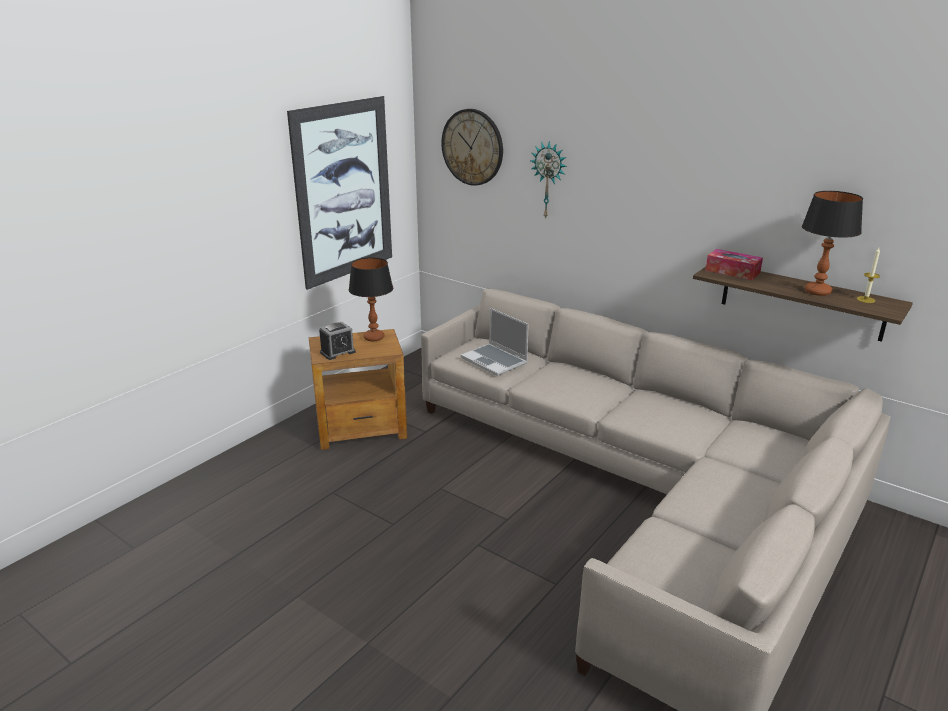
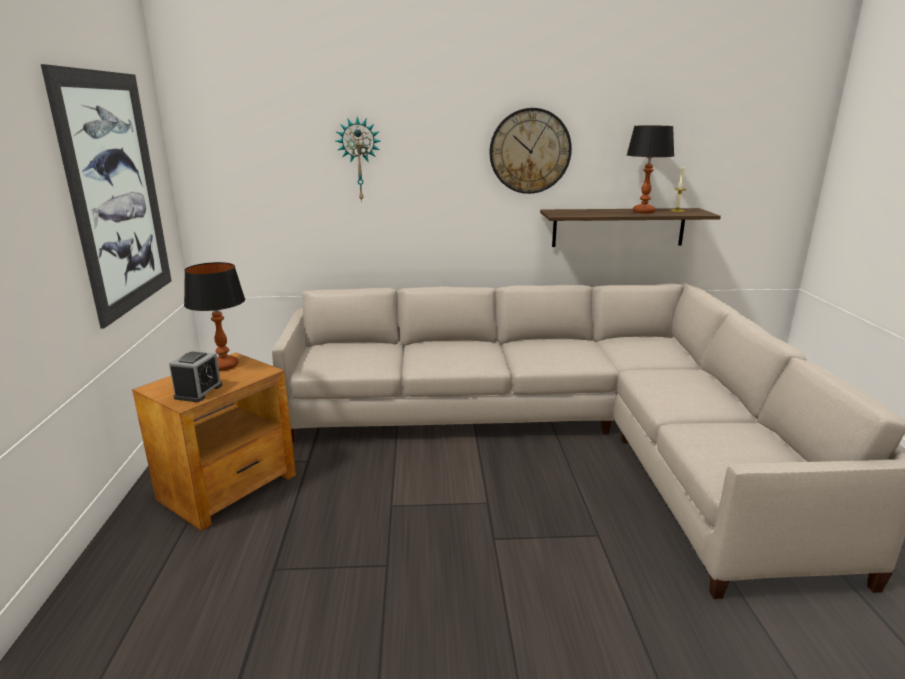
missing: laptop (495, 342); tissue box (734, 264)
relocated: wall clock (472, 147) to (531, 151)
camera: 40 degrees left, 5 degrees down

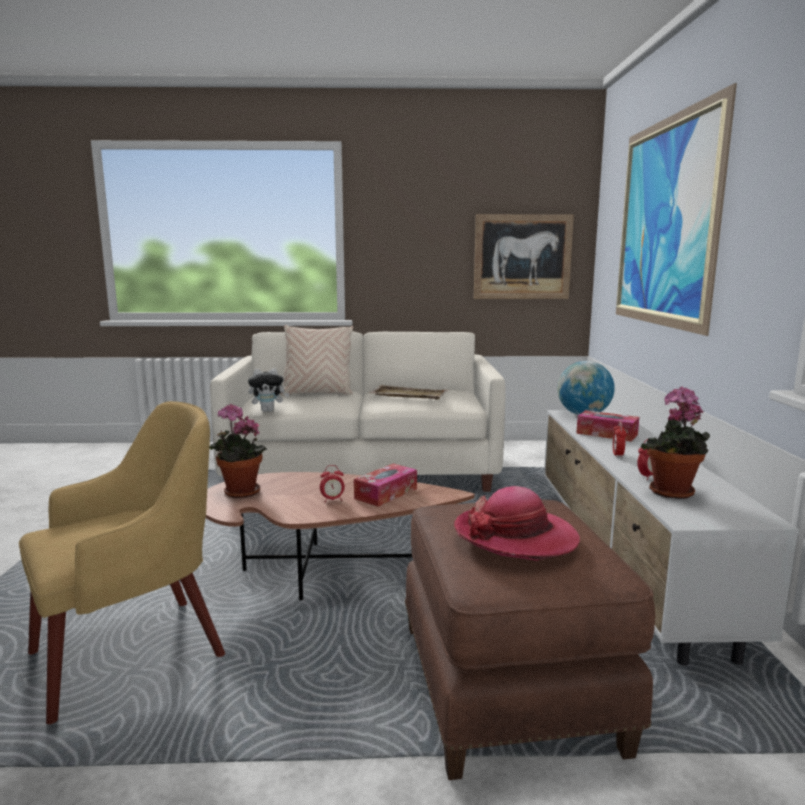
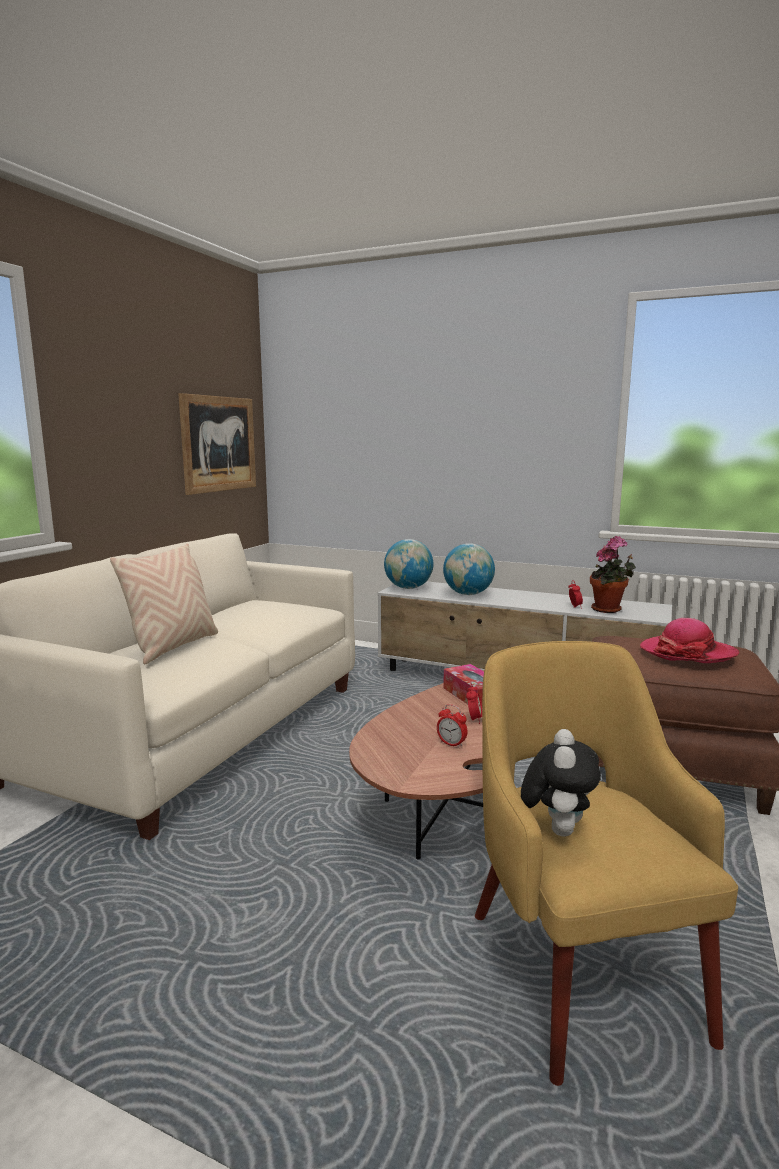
missing: potted plant (238, 451); tray in beige (409, 392); picture (676, 209)
relocated: alarm clock (620, 439) to (452, 726); plush toy (268, 390) to (561, 783)
exchanged: tissue box (607, 426) to globe (469, 569)
camera: 65 degrees left, 0 degrees up

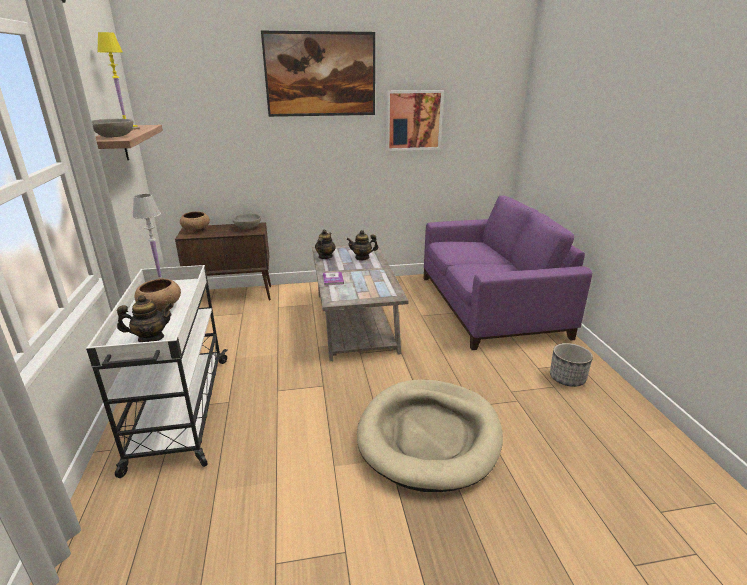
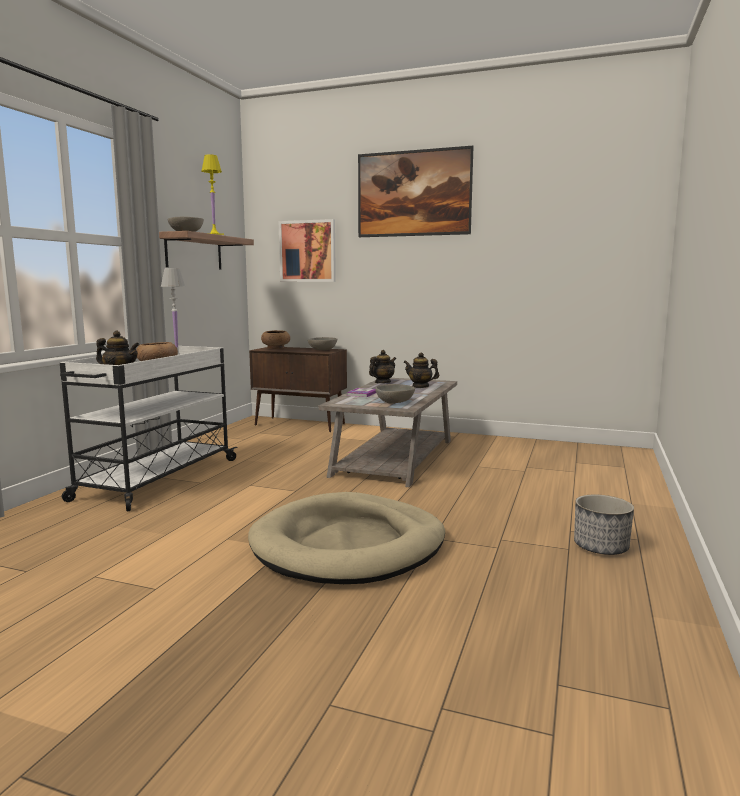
missing: sofa in purple (508, 272)
appeared: bowl in grey (395, 394)
relocated: picture (415, 120) to (307, 250)
camera: 30 degrees right, 15 degrees down

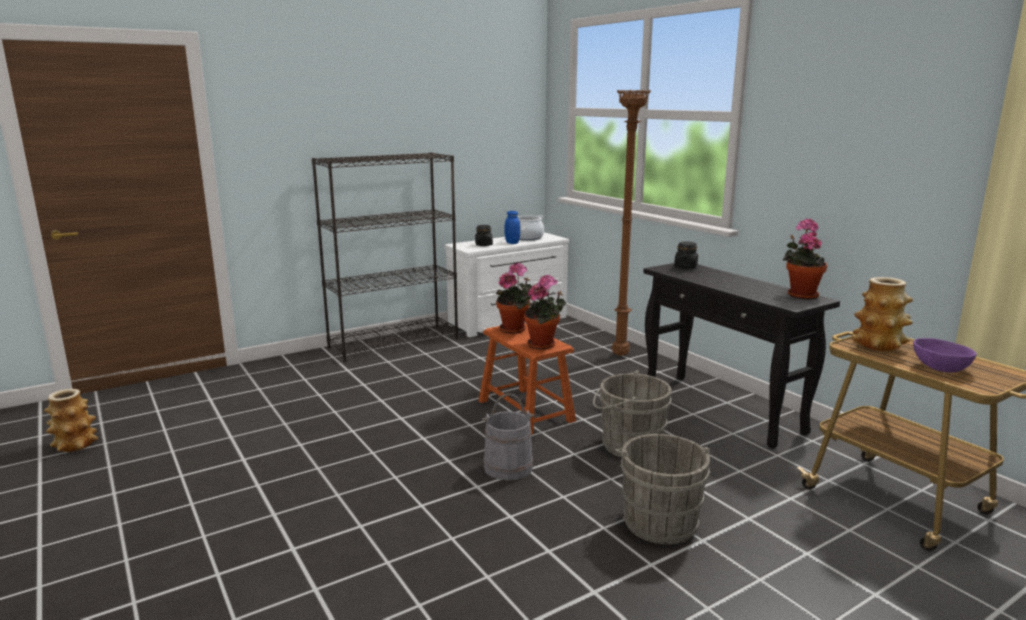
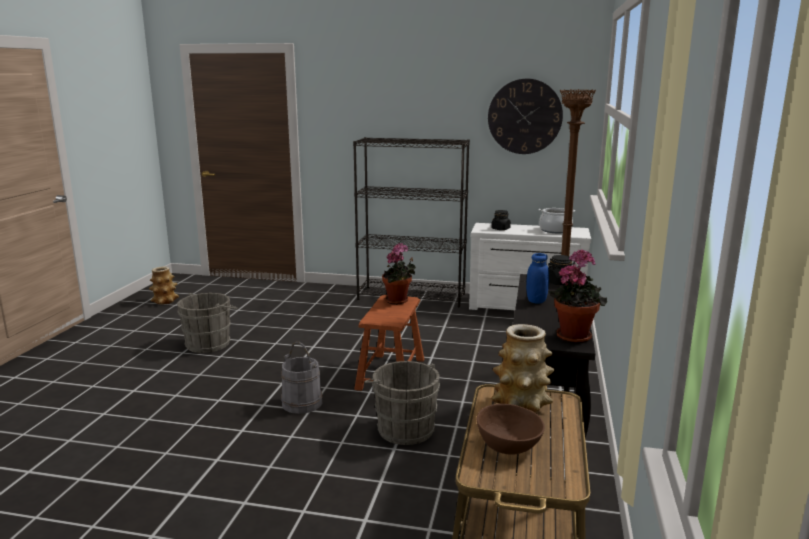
missing: potted plant (545, 312)
appeared: wall clock (525, 116)
relocated: bucket in grey (663, 489) to (207, 323); jar in blue (512, 227) to (537, 278)
colour: bowl in purple (945, 355) to bowl in brown (510, 429)
camera: 45 degrees right, 0 degrees up

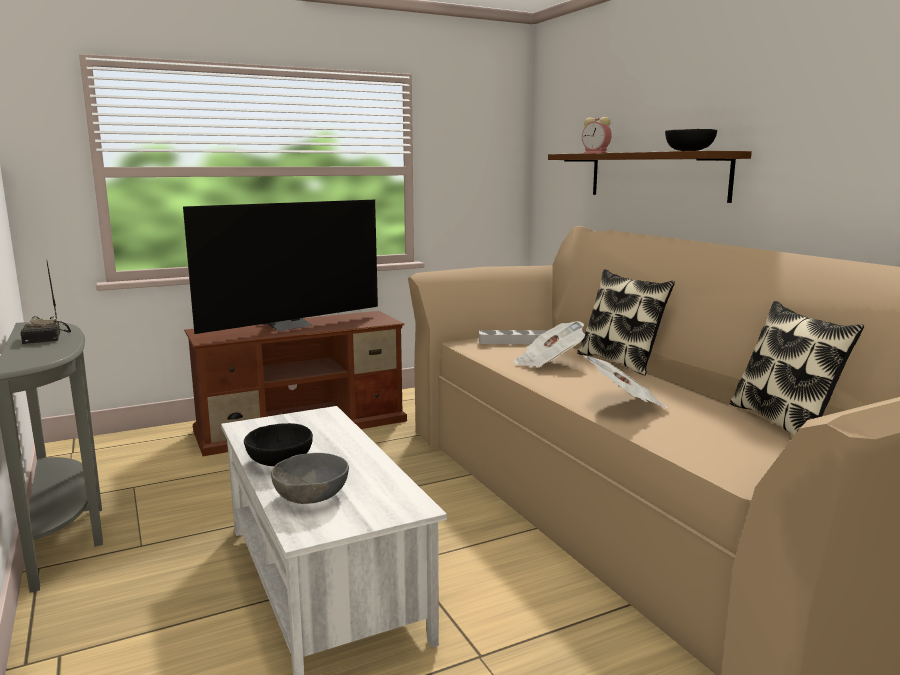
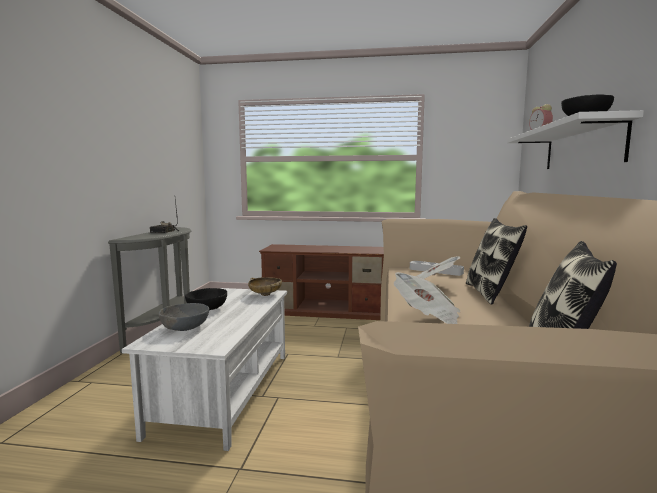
missing: television (280, 266)
appeared: bowl in beige (265, 286)
colour: shelf in brown (650, 177) to shelf in white (575, 139)
camera: 35 degrees right, 5 degrees down

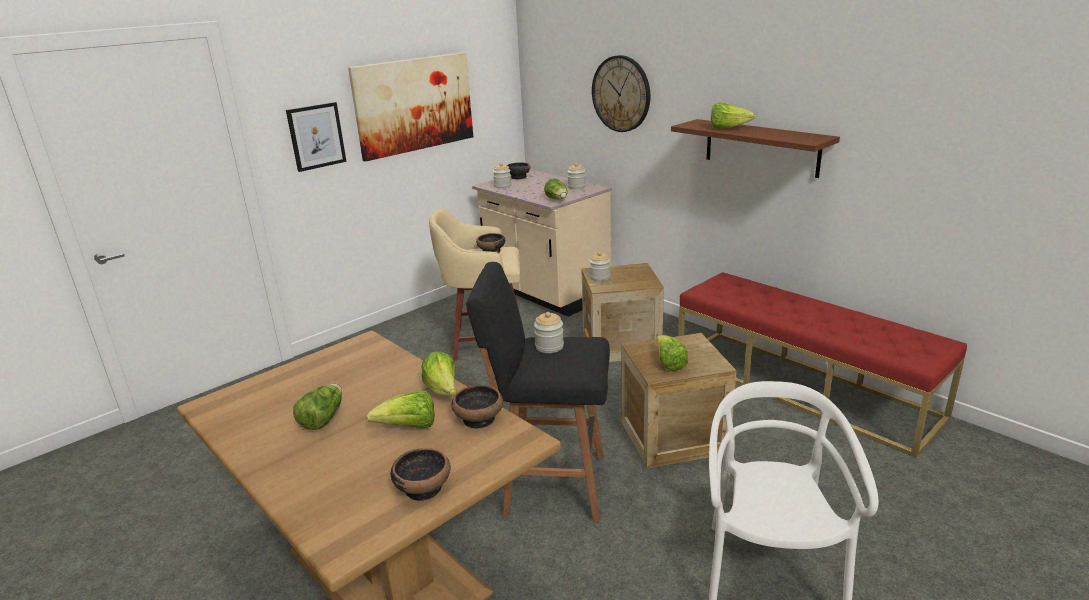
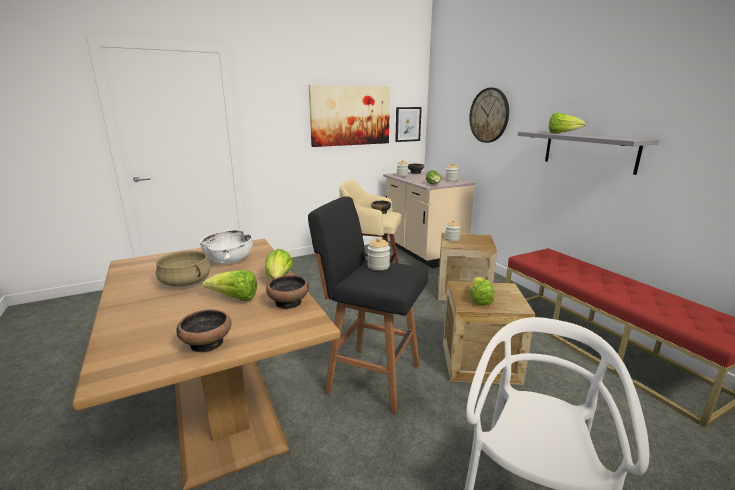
appeared: bowl in white (226, 247)
relocated: picture (316, 137) to (408, 124)
exchanged: lettuce (317, 407) to cooking pot in beige (183, 269)
colour: shelf in brown (755, 148) to shelf in grey (588, 153)
camera: 15 degrees right, 5 degrees down

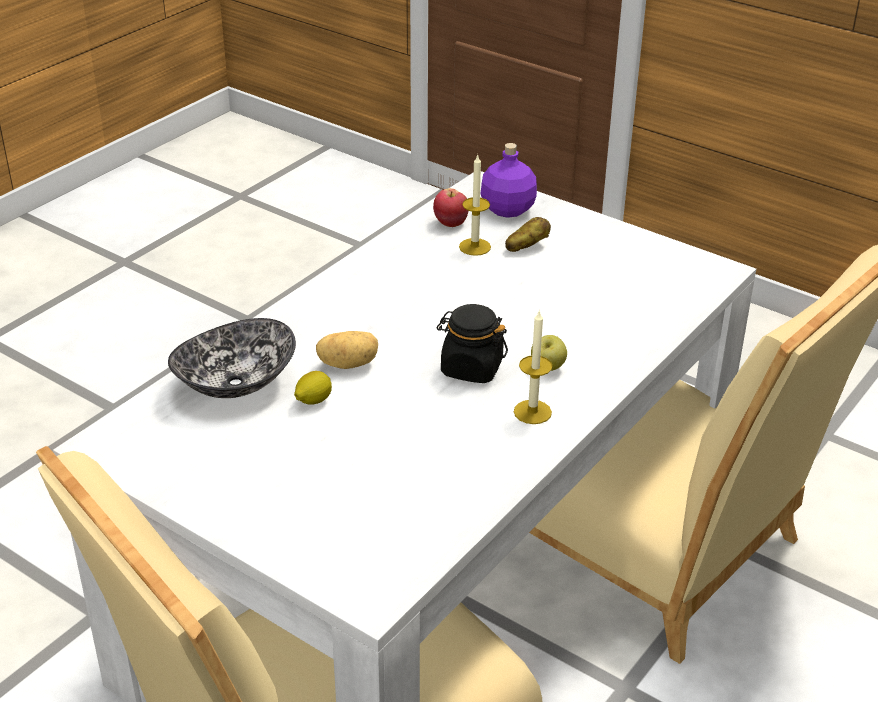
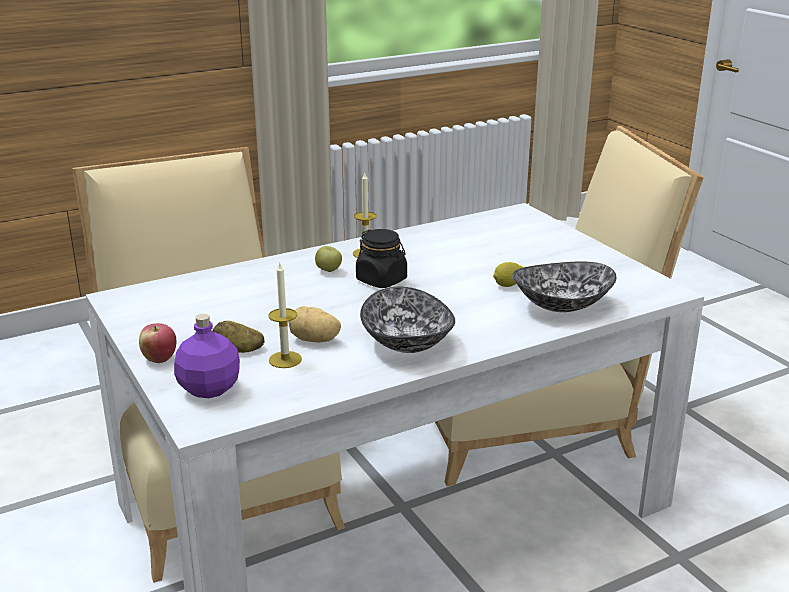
appeared: bowl (407, 320)
relocated: apple (451, 207) to (157, 343); potato (347, 350) to (314, 324)
camera: 155 degrees left, 10 degrees down

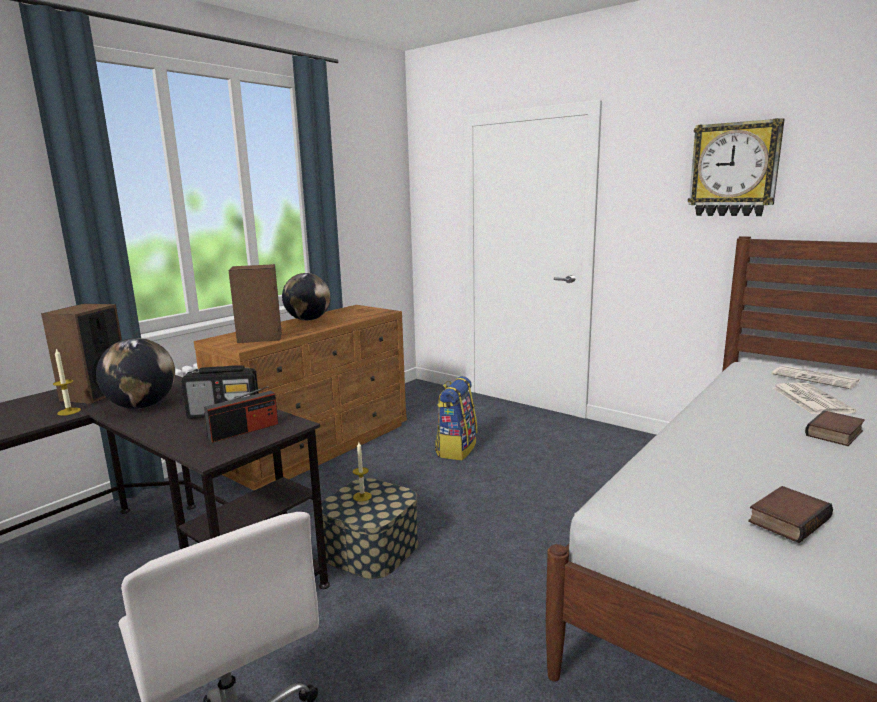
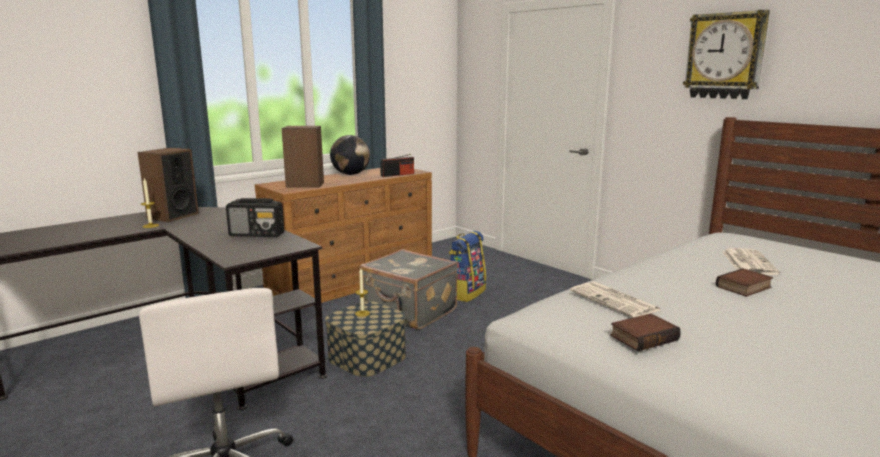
missing: globe (135, 373)
appeared: suitcase in grey (409, 289)
relocated: radio (241, 414) to (397, 165); newspaper (816, 377) to (615, 300)
camera: 10 degrees right, 0 degrees up

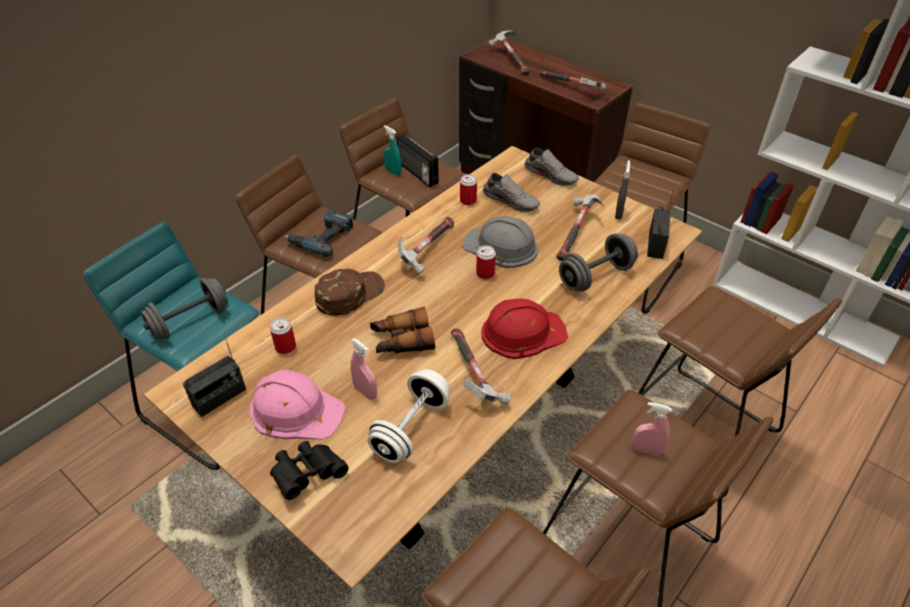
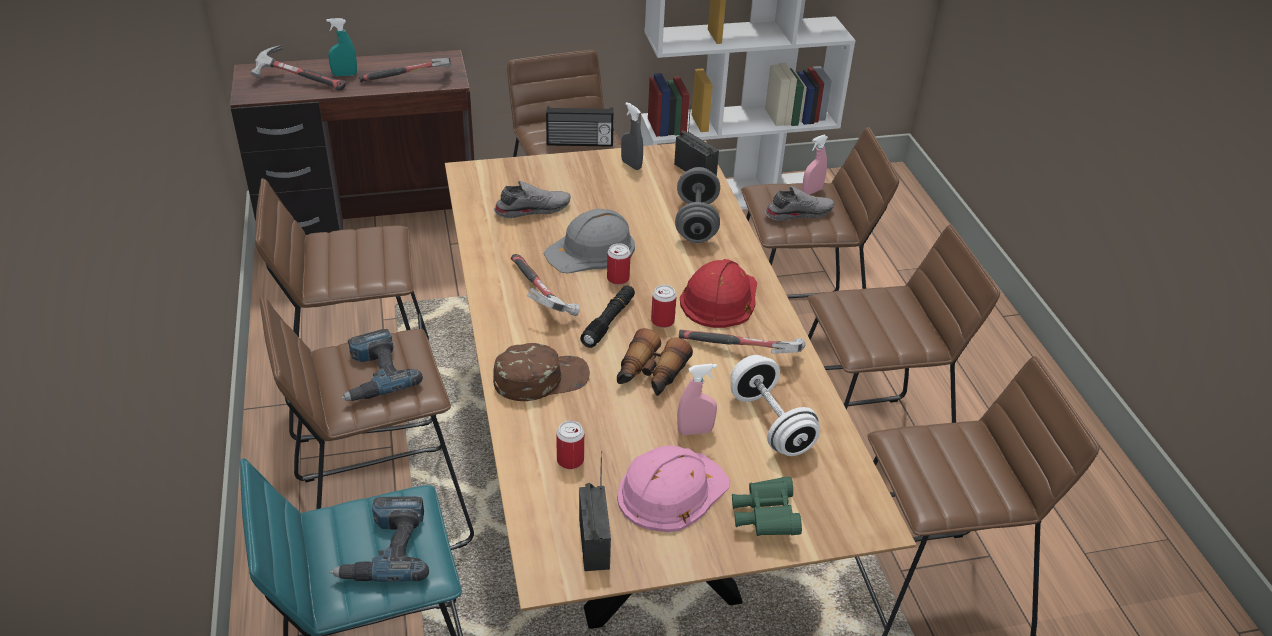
missing: hammer (580, 227)
appeared: flashlight in black (607, 317)
relocated: spray bottle in turquoise (392, 150) to (341, 47); radio (418, 160) to (580, 126); can (468, 189) to (664, 306); shoe in grey (551, 167) to (800, 203); spray bottle in pink (652, 429) to (815, 165)
exchanged: dumbbell in grey (184, 308) to power drill (379, 539)
colour: binoculars in black (309, 470) to binoculars in green (767, 506)
spun: cap in brown (350, 292) = (541, 372) 75 degrees clockwise
camera: 55 degrees left, 5 degrees down

